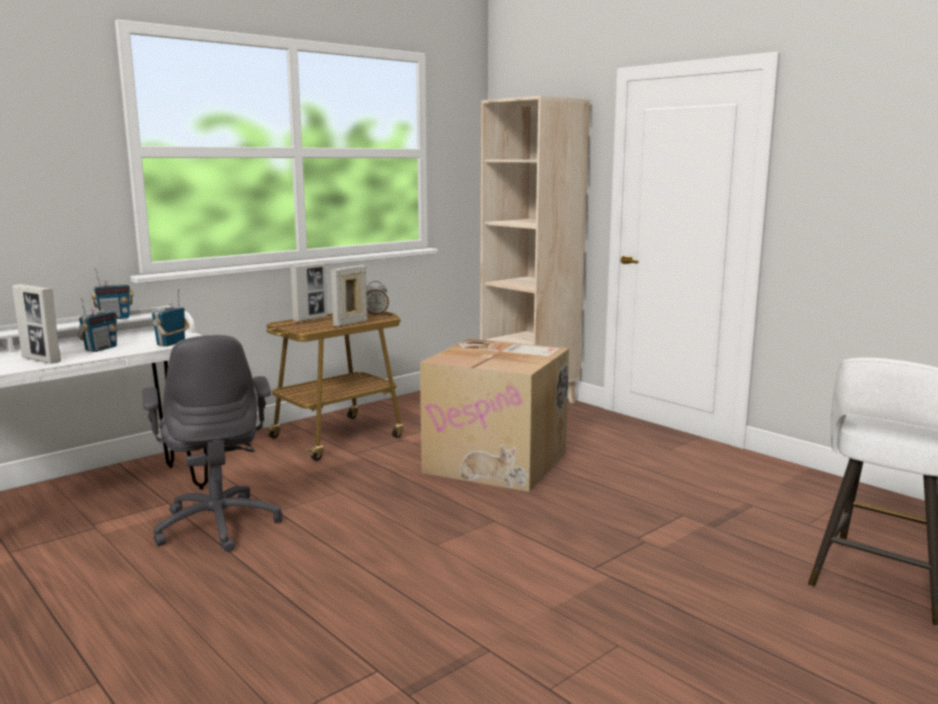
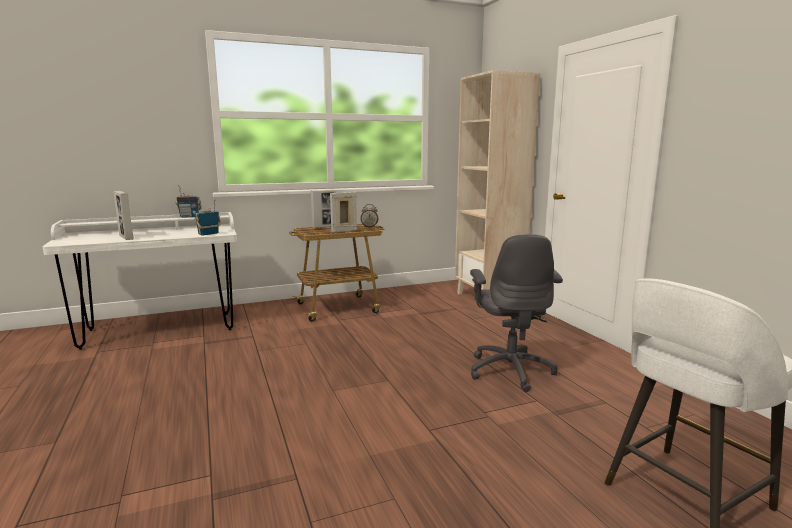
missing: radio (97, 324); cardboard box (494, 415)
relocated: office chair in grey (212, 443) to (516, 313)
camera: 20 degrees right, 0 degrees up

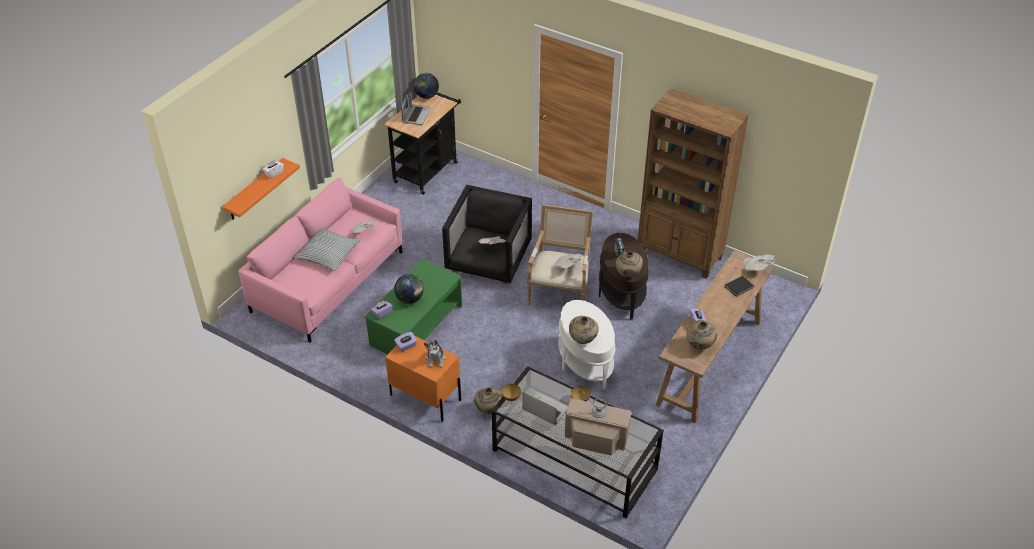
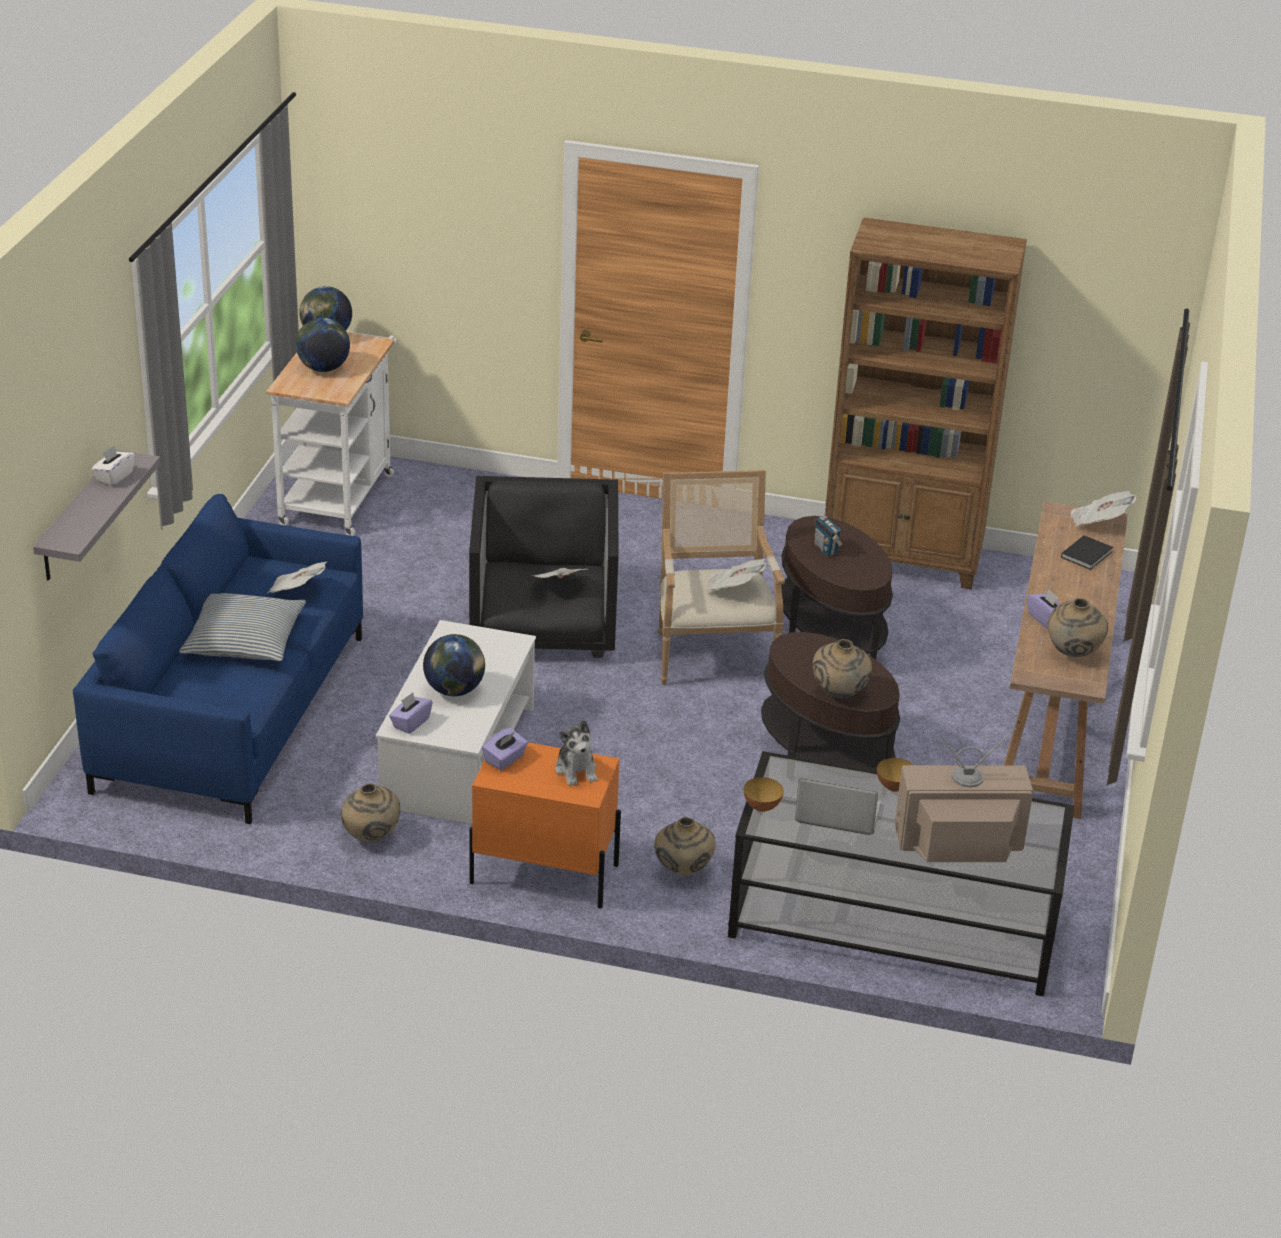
relocated: vase in beige (629, 264) to (370, 812)
exchanged: laptop (416, 106) to globe (323, 345)
colour: shelf in orange (261, 189) to shelf in grey (97, 515); sofa in pink (320, 260) to sofa in blue (218, 659); cart in black (423, 143) to cart in white (331, 433); coffee table in green (413, 307) to coffee table in white (456, 722); side table in white (586, 345) to side table in brown (830, 701)
camera: 20 degrees left, 10 degrees down

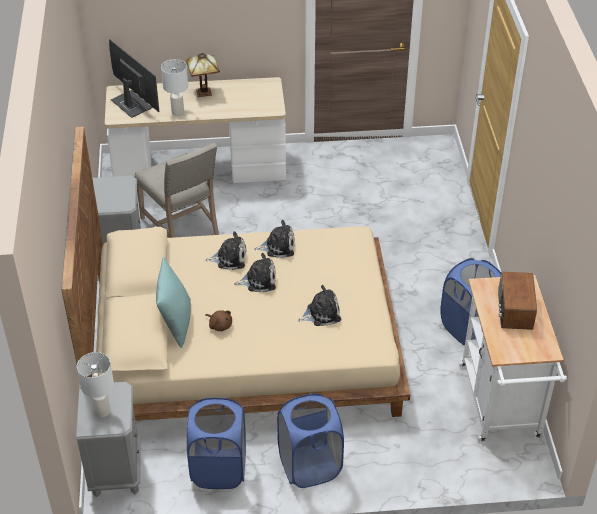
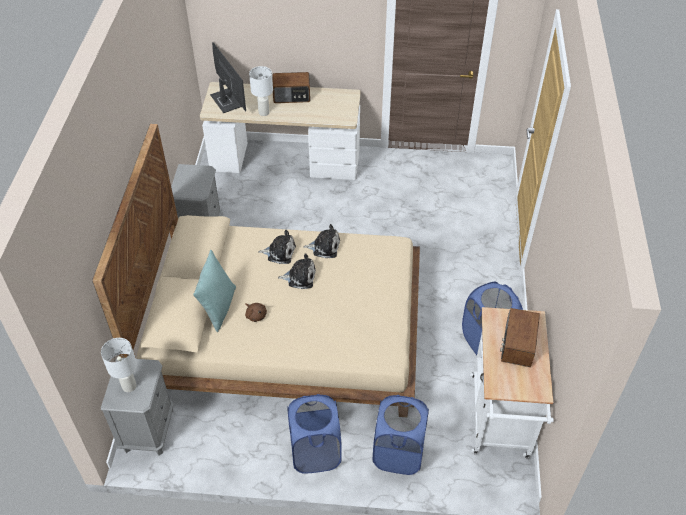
missing: chair in beige (177, 190); plush toy (319, 305)
relocated: laundry basket in blue (216, 443) to (401, 435)
exchanged: table lamp (203, 75) to radio (291, 87)
camera: 10 degrees right, 5 degrees up

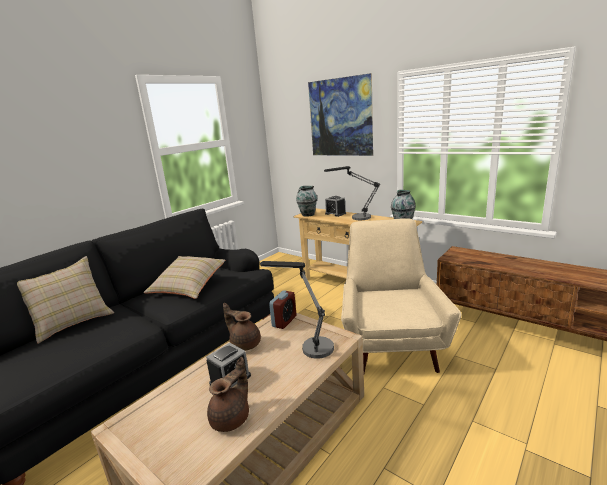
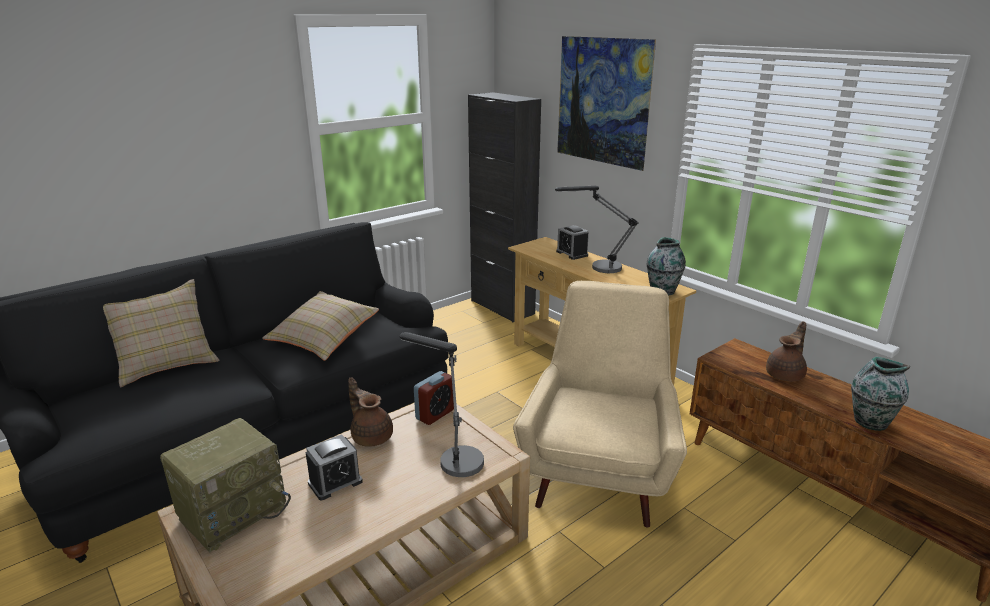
appeared: radio (225, 485); cabinet in black (504, 207)
relocated: teapot in brown (228, 394) to (786, 351); vase (306, 201) to (880, 394)
camera: 10 degrees right, 5 degrees up

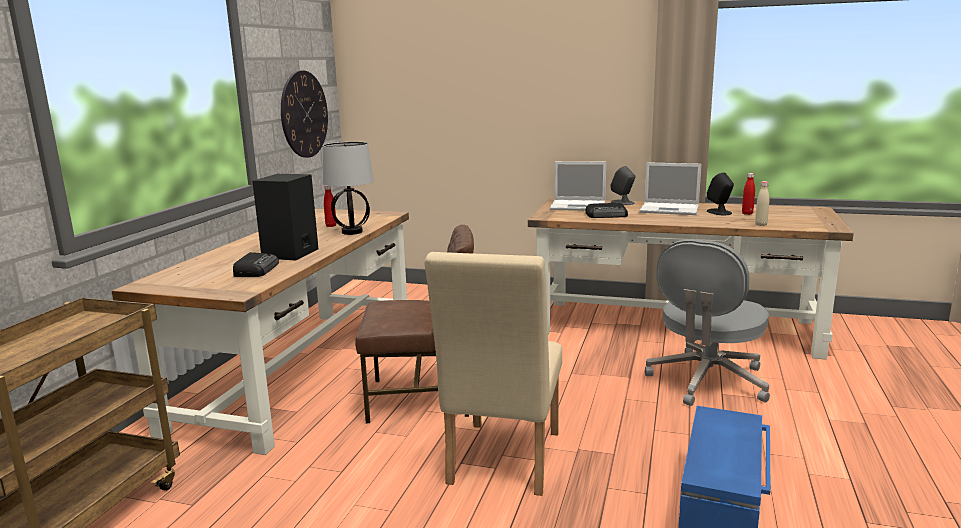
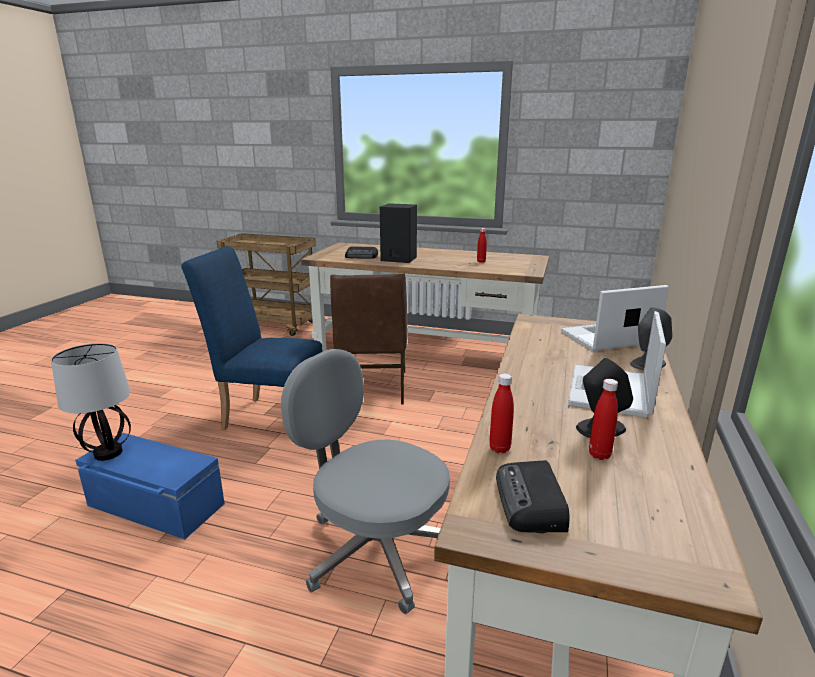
missing: wall clock (304, 114)
relocated: table lamp (348, 188) to (91, 402); radio (606, 210) to (532, 496)
colour: chair in beige (493, 374) to chair in blue (252, 338); bottle in beige (762, 203) to bottle in red (501, 413)
spun: laptop (578, 186) = (615, 318) 60 degrees clockwise
camera: 90 degrees right, 5 degrees up

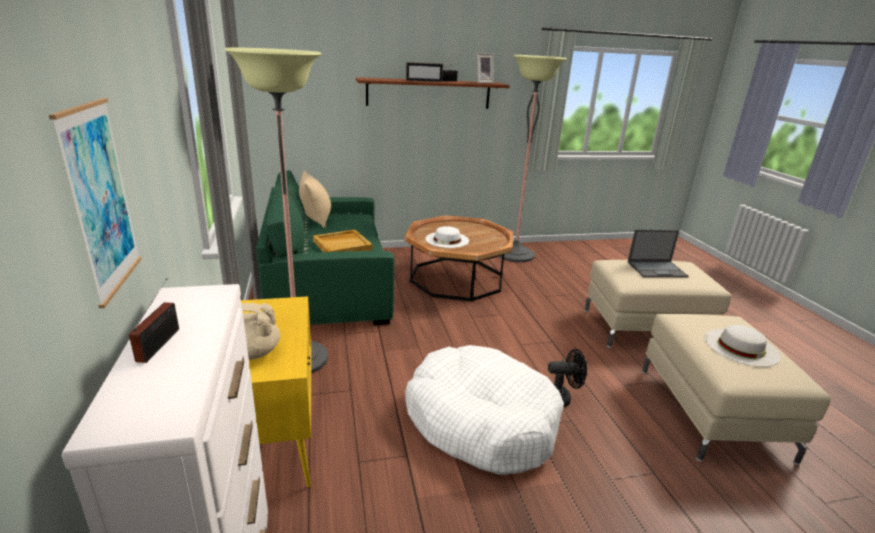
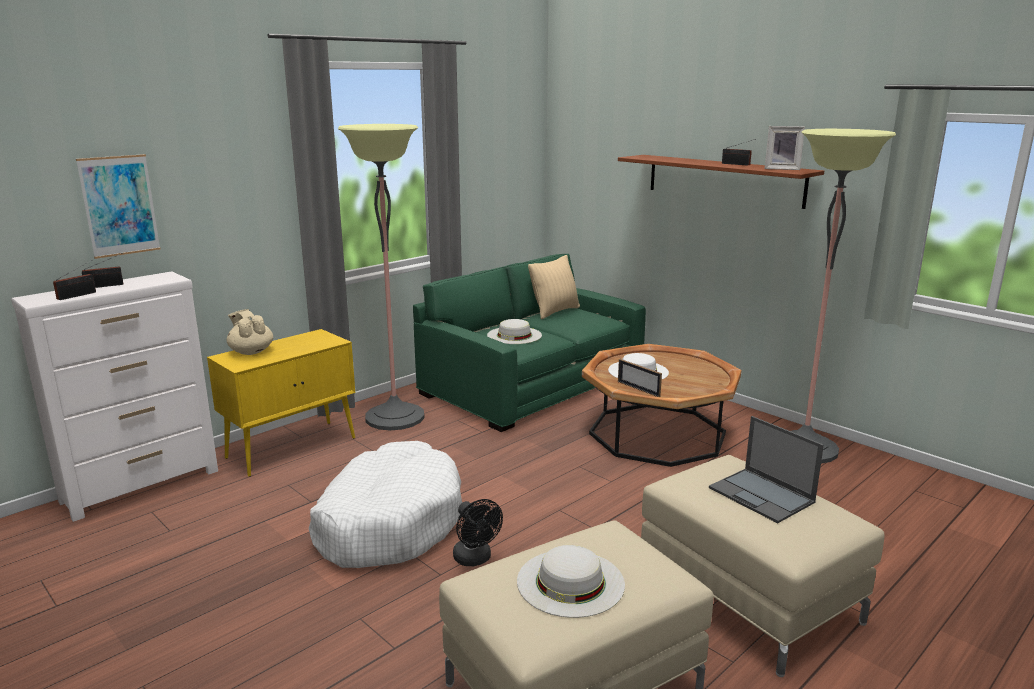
appeared: radio (74, 280)
relocated: picture frame (424, 72) to (640, 378)
exchanged: tray in beige (343, 241) to hat in white (514, 331)
camera: 60 degrees right, 5 degrees down

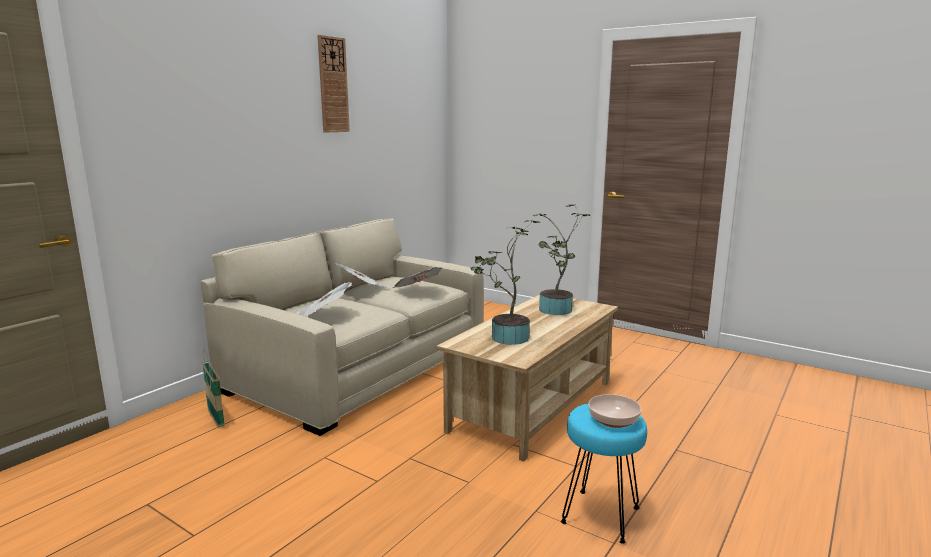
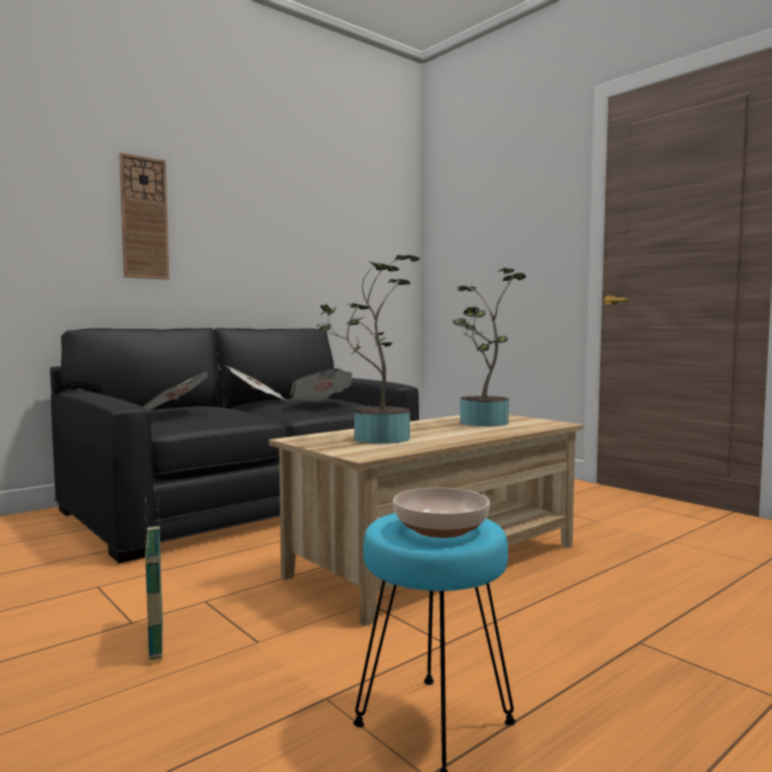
relocated: wall clock (333, 84) to (144, 216); basket (213, 387) to (154, 578)
colour: sofa in beige (342, 327) to sofa in black (234, 445)
camera: 15 degrees right, 10 degrees down

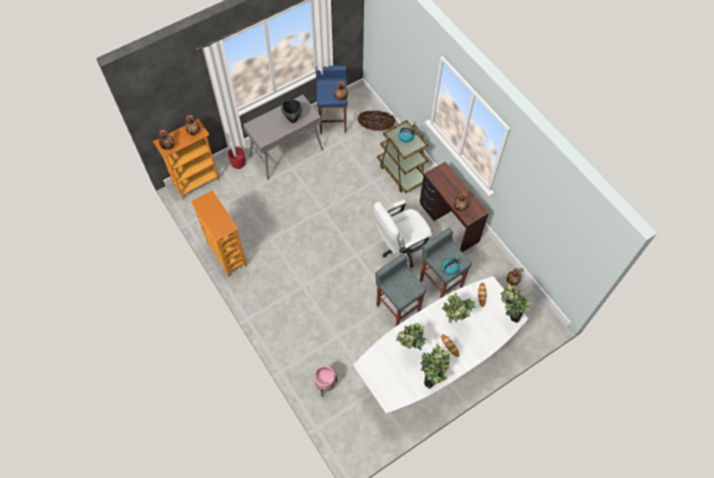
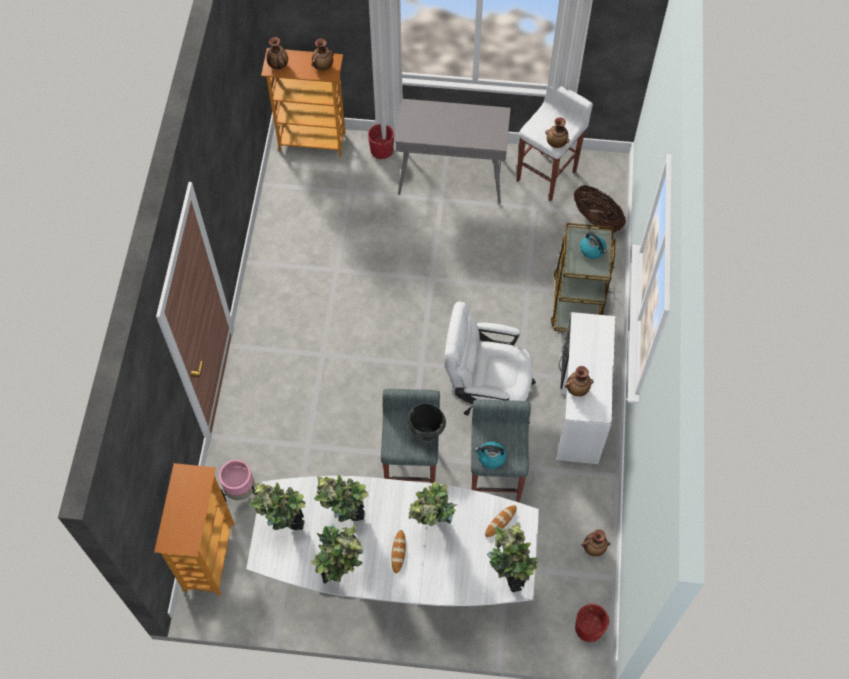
appeared: potted plant (277, 506); planter in red (592, 623)
relocated: bookcase (219, 233) to (194, 529); cooking pot in black (292, 111) to (427, 422)
colour: stool in blue (331, 99) to stool in white (554, 143); desk in brown (454, 207) to desk in white (586, 388)
camera: 40 degrees right, 0 degrees up

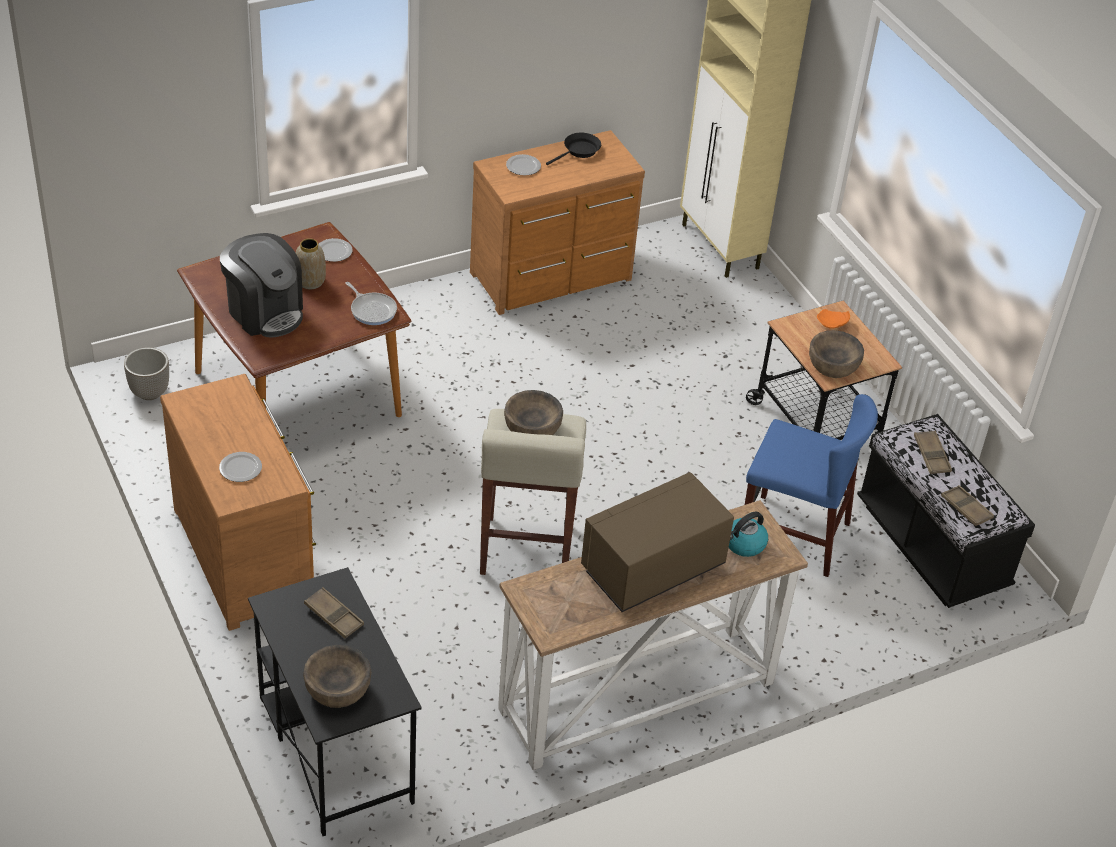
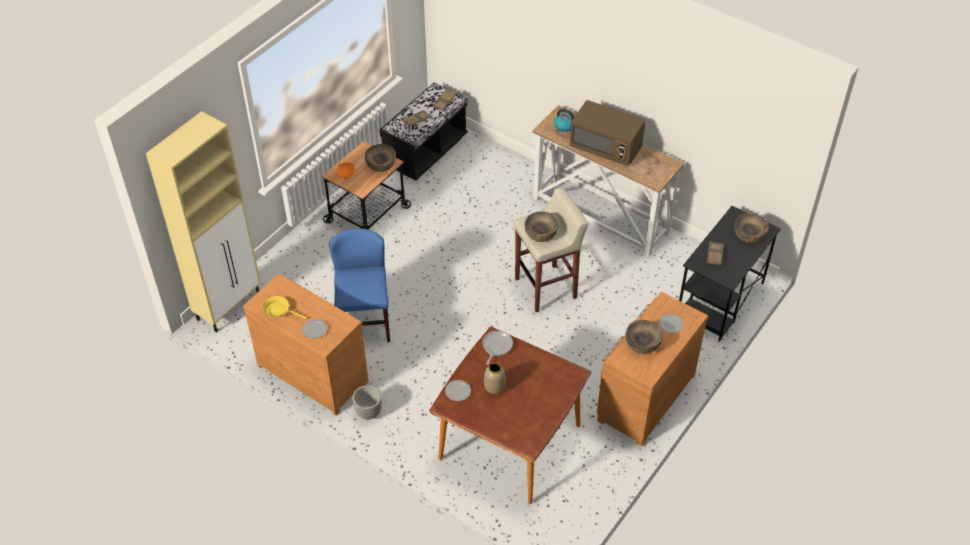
missing: coffee machine (261, 285)
appeared: bowl in brown (644, 337)
relocated: chair in blue (811, 485) to (359, 285); planter (146, 373) to (367, 402)
colour: frying pan in black (573, 149) to frying pan in yellow (284, 307)
camera: 115 degrees left, 5 degrees up

